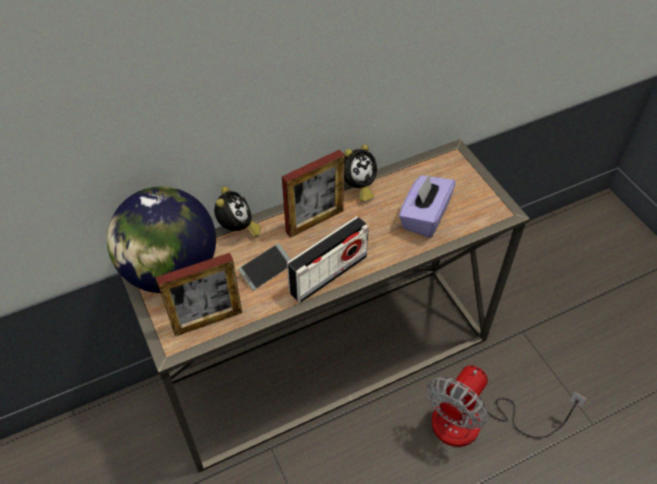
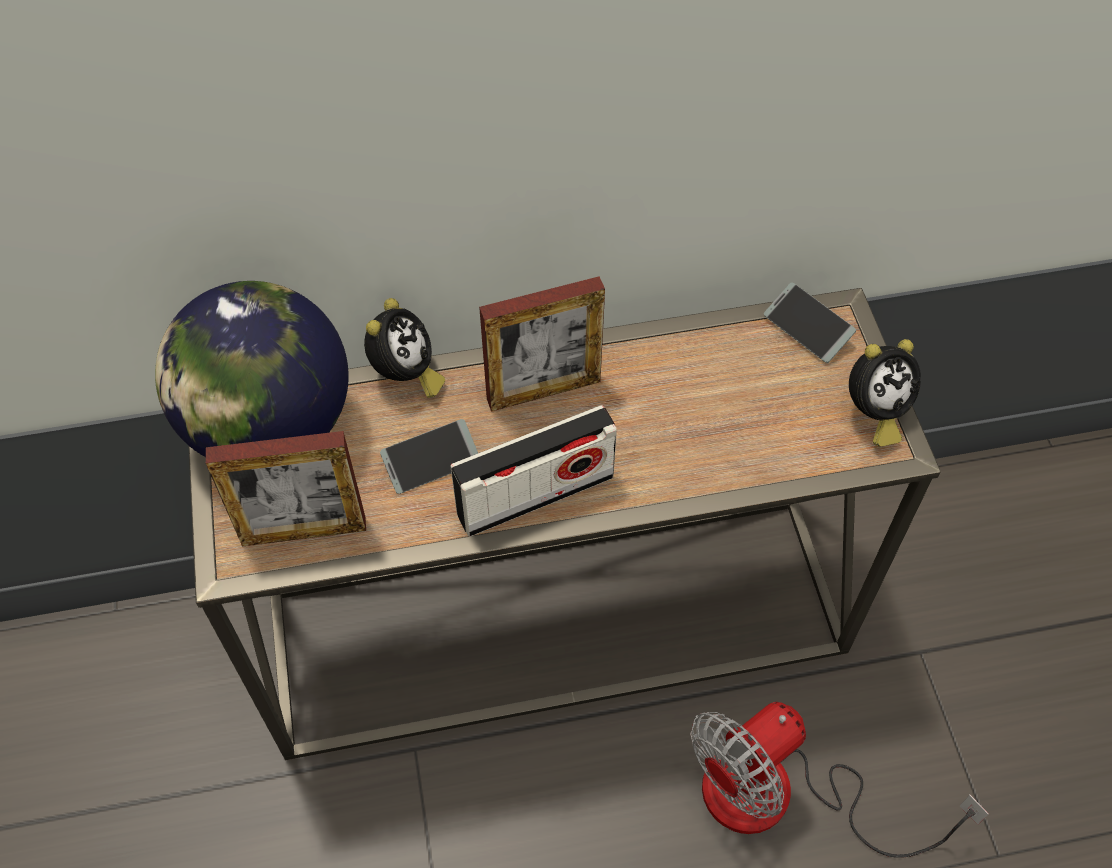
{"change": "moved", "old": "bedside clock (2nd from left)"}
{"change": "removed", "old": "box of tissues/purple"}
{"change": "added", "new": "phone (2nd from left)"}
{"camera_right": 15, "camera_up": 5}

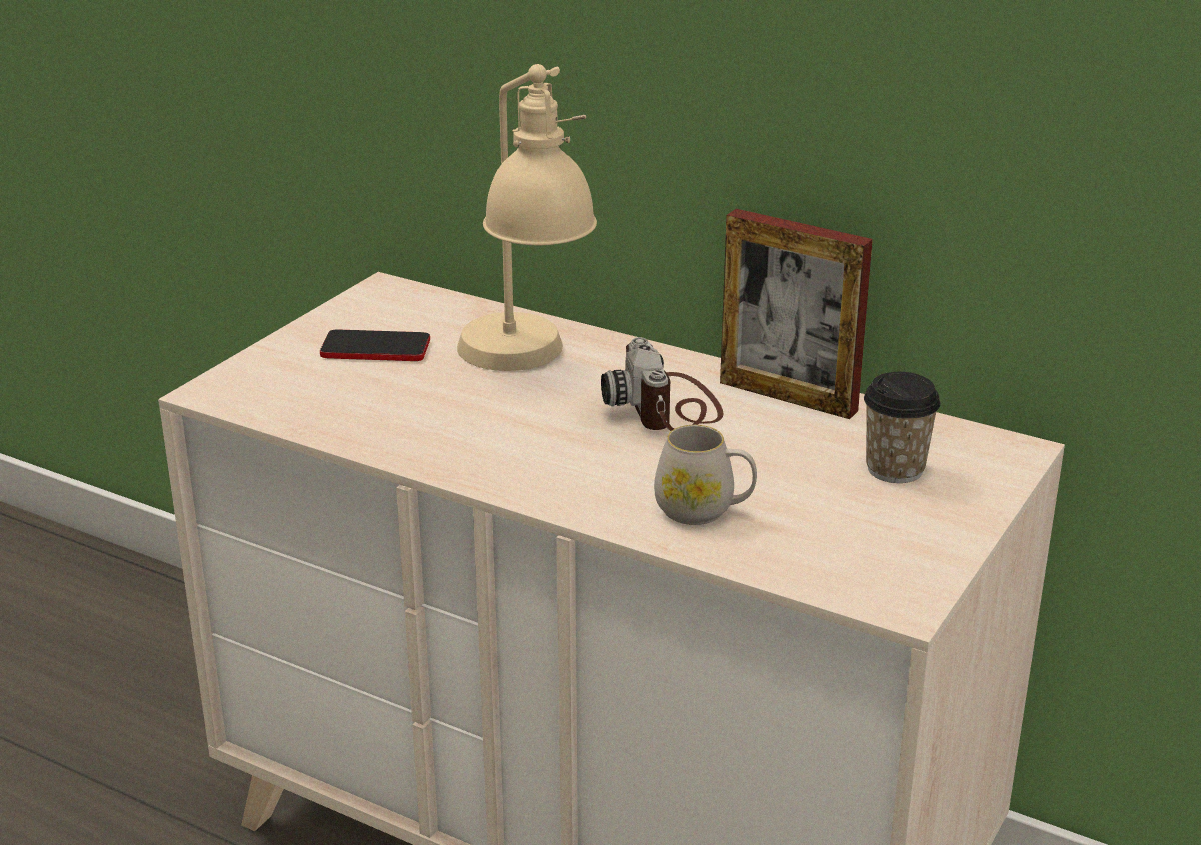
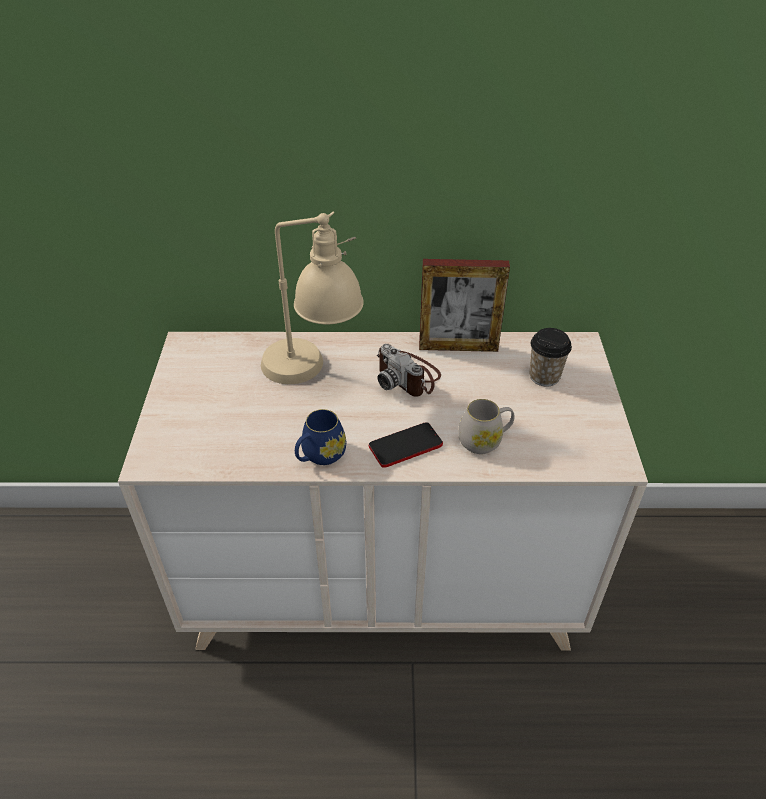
{"change": "moved", "old": "phone"}
{"change": "added", "new": "mug/bluish"}
{"camera_right": -30, "camera_up": 15}

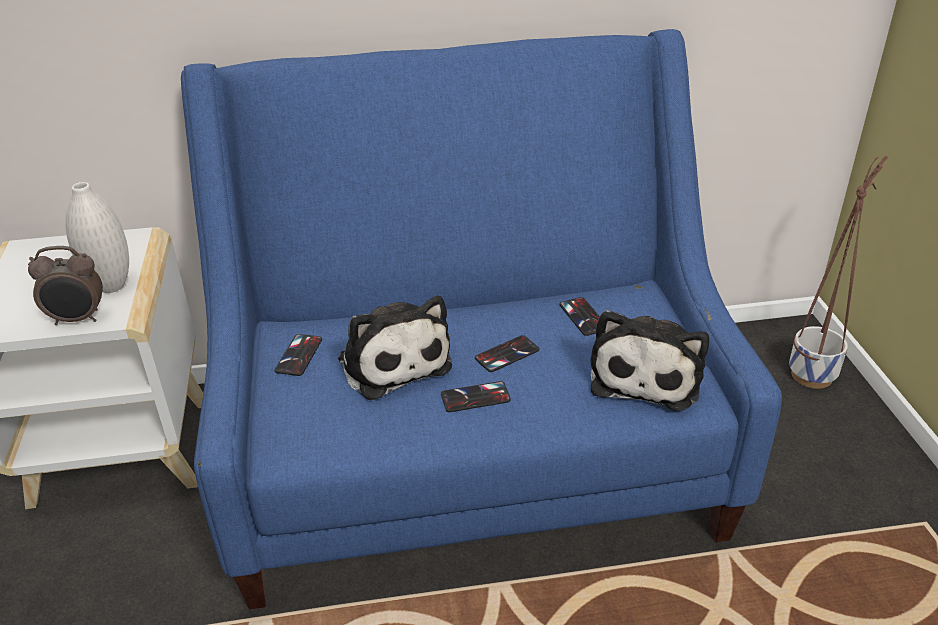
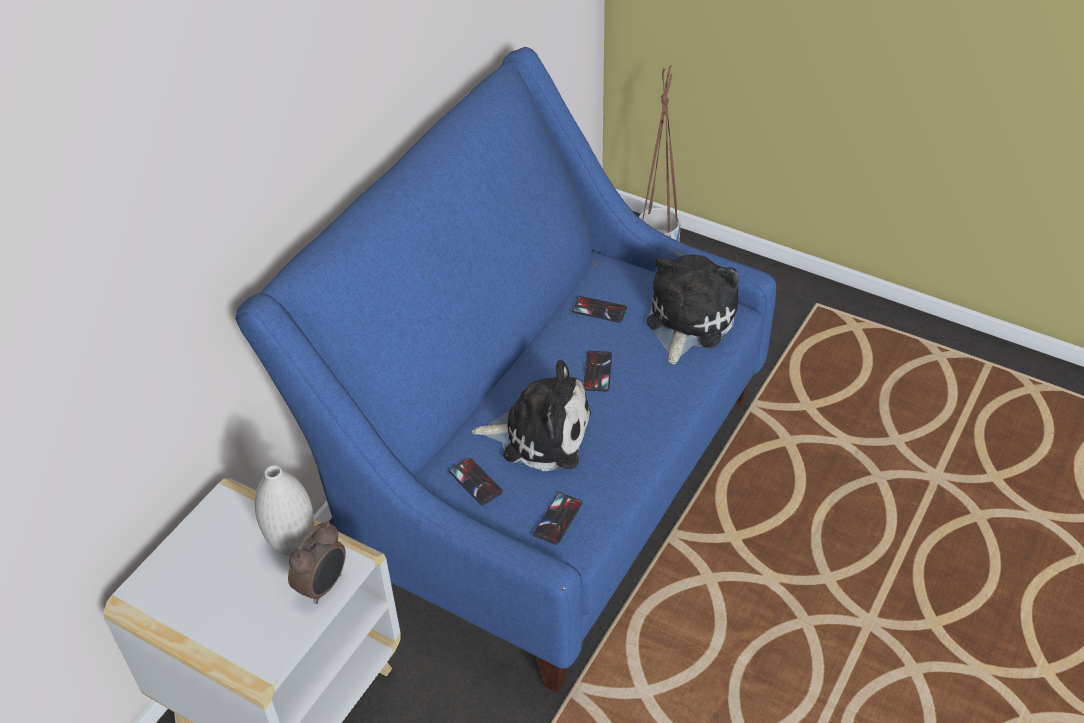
{"change": "moved", "old": "phone (2nd from left)"}
{"change": "turned", "old": "soft toy (2nd from left)", "degrees": -120}
{"camera_right": -50, "camera_up": 10}

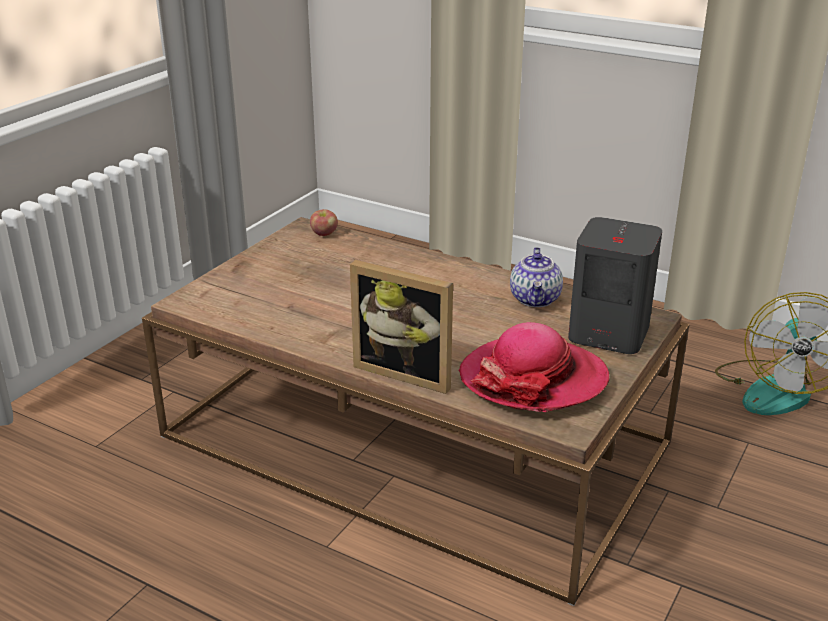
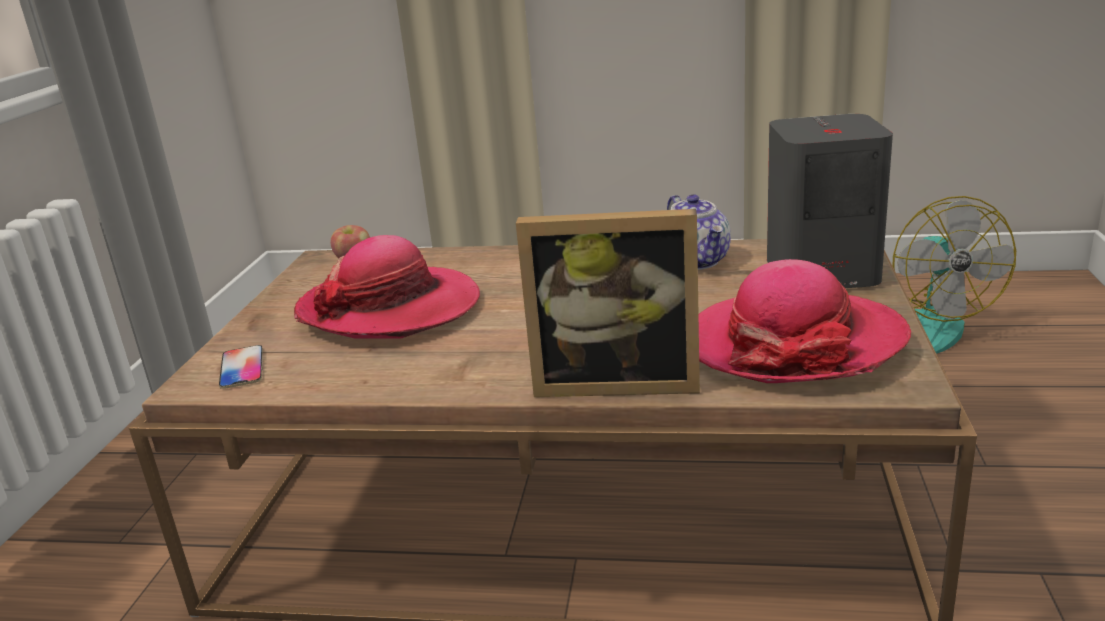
{"change": "added", "new": "phone"}
{"change": "added", "new": "clothing hat (1st from left)"}
{"camera_right": -20, "camera_up": -5}

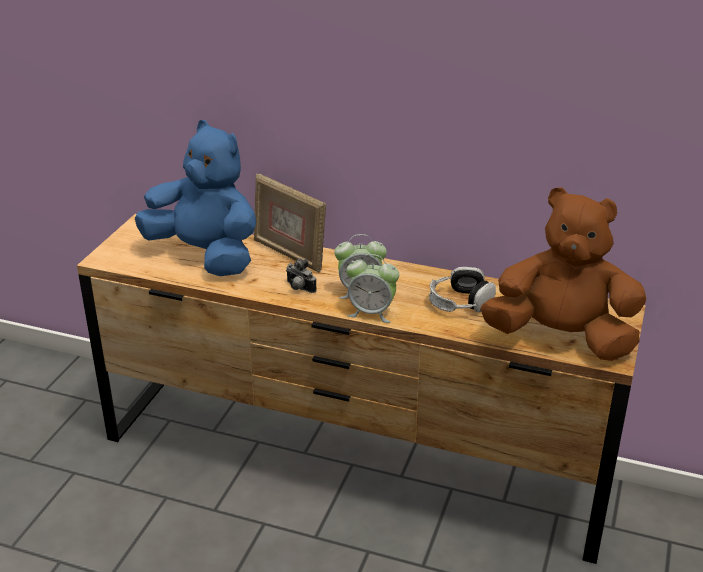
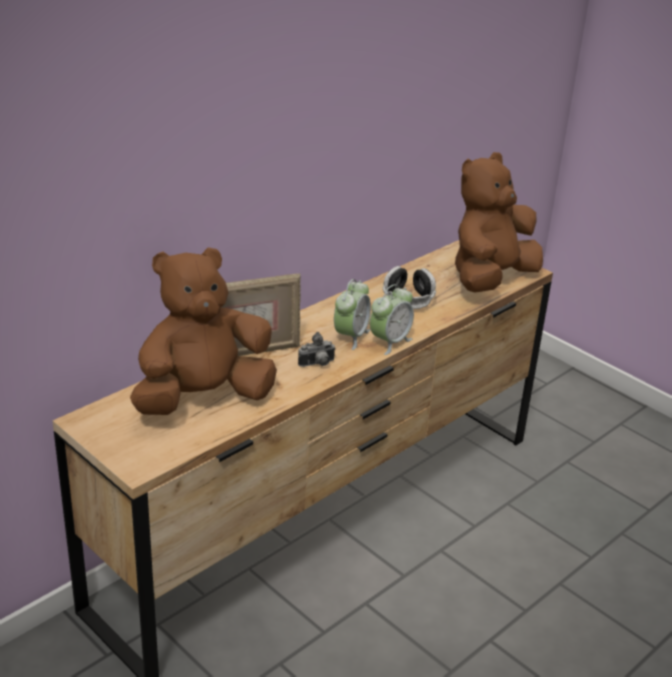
{"change": "recoloured", "old": "soft toy/bluish", "new": "soft toy/brown (1st from left)"}
{"camera_right": -65, "camera_up": 0}

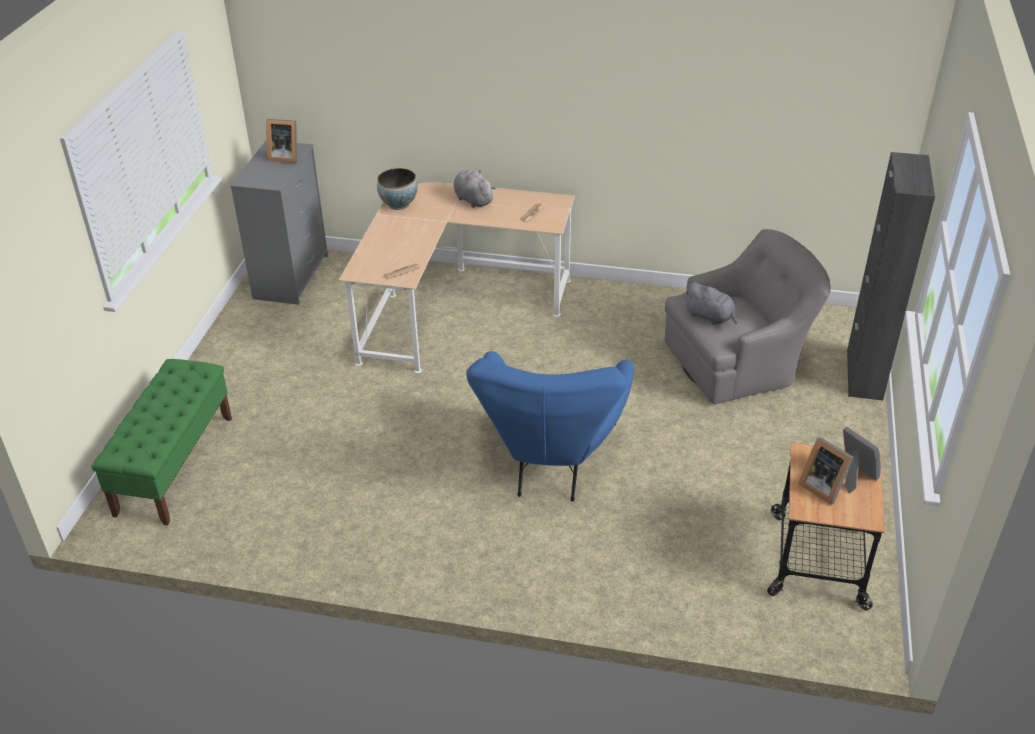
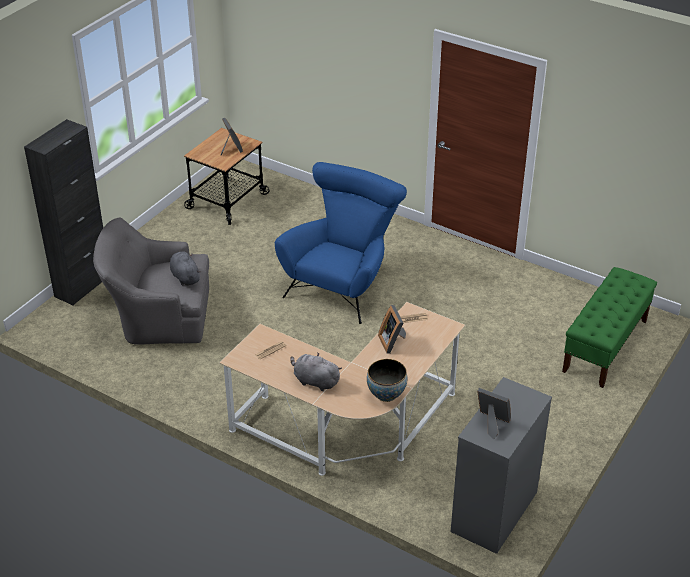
{"change": "turned", "old": "soft toy/greyish (1st from left in the first image)", "degrees": 135}
{"change": "moved", "old": "photo frame (3rd from left in the first image)", "new": "photo frame (2nd from left)"}
{"camera_right": -160, "camera_up": 0}

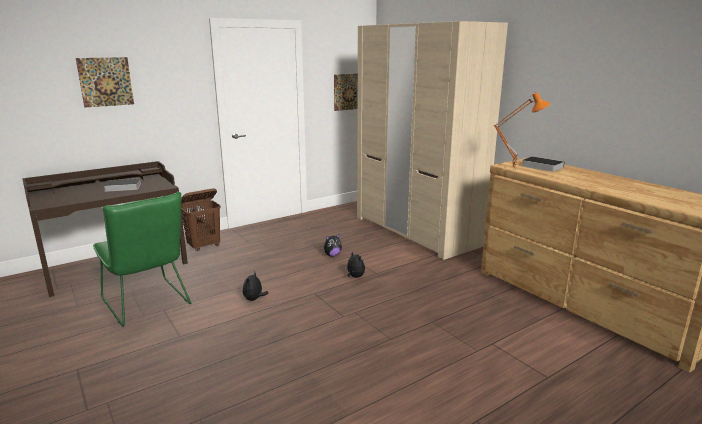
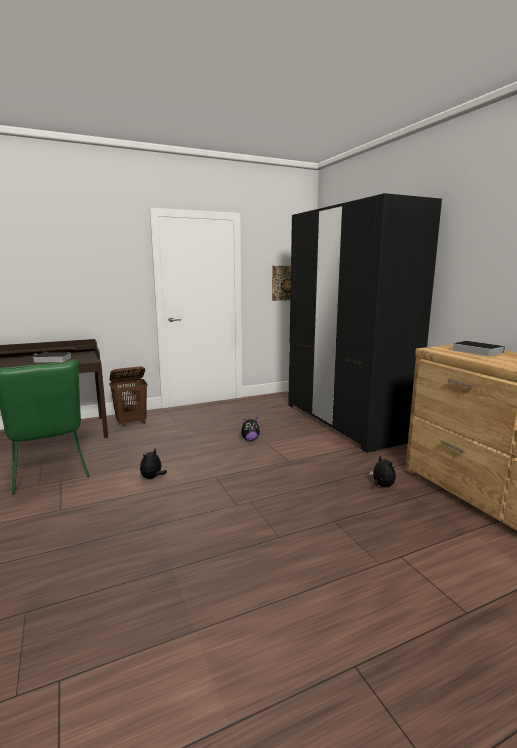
{"change": "removed", "old": "wall art (1st from left)"}
{"change": "moved", "old": "soft toy (3rd from left)"}
{"change": "recoloured", "old": "armoire/sand-coloured", "new": "armoire/black-coloured"}
{"change": "removed", "old": "tabletop lamp/orange"}
{"camera_right": 10, "camera_up": -5}

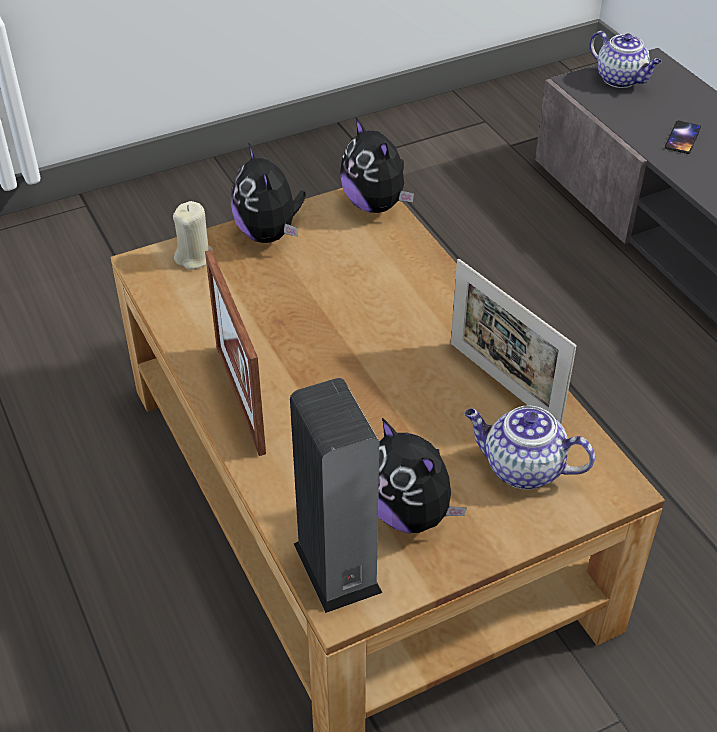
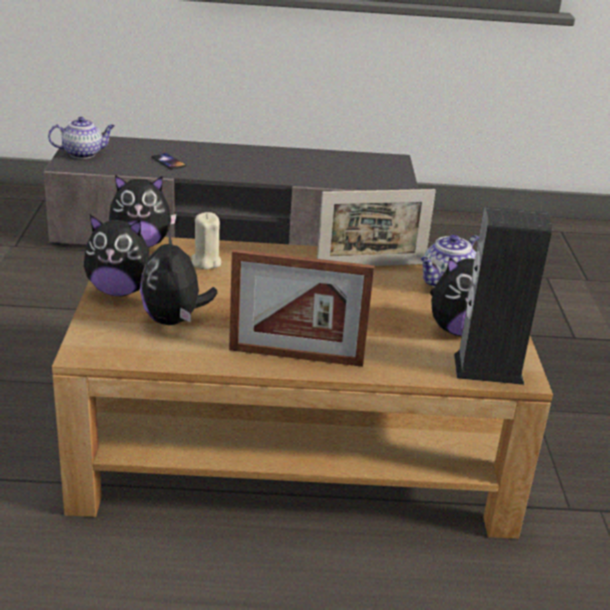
{"change": "moved", "old": "wax light/sand-coloured"}
{"change": "added", "new": "soft toy (3rd from left)"}
{"camera_right": -65, "camera_up": -15}

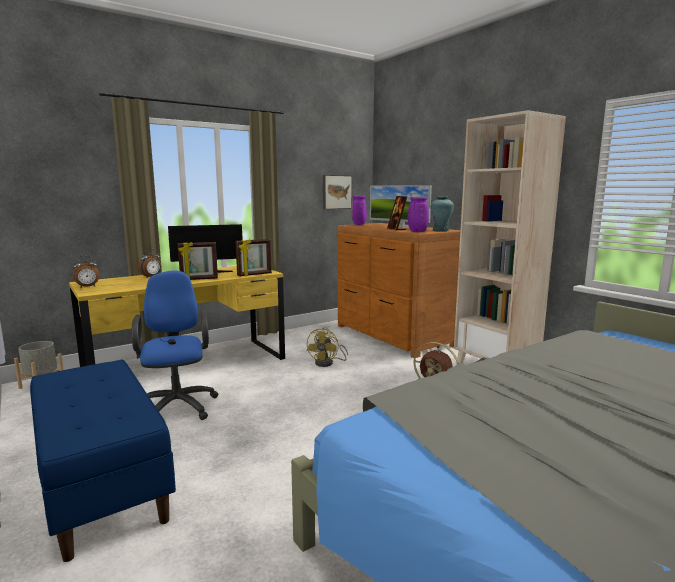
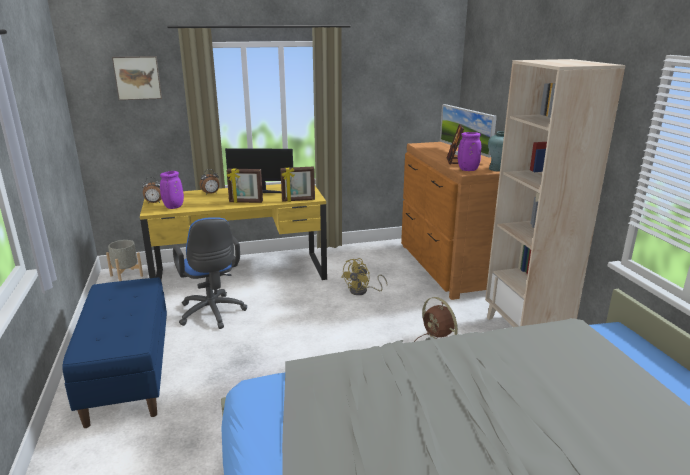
{"change": "turned", "old": "office chair/bluish", "degrees": 150}
{"change": "moved", "old": "wall art"}
{"change": "moved", "old": "vase/purple (1st from left)"}
{"camera_right": 20, "camera_up": 10}

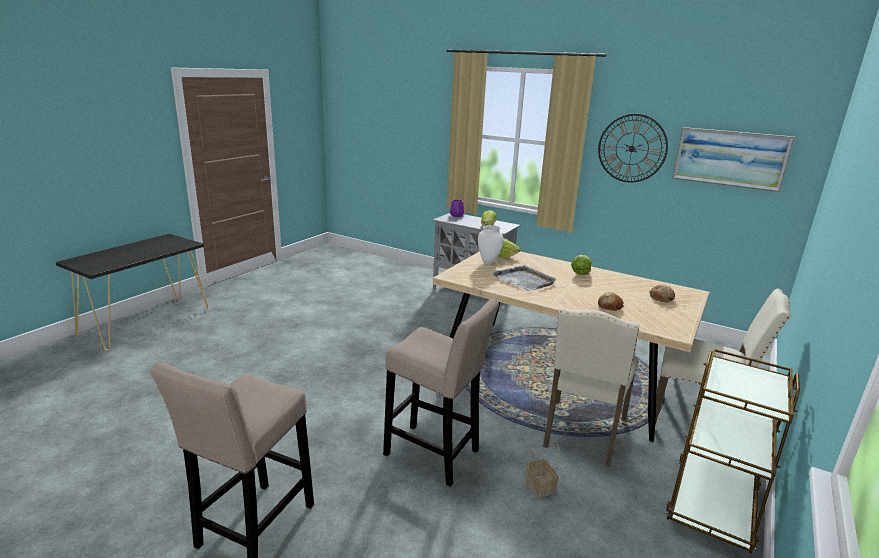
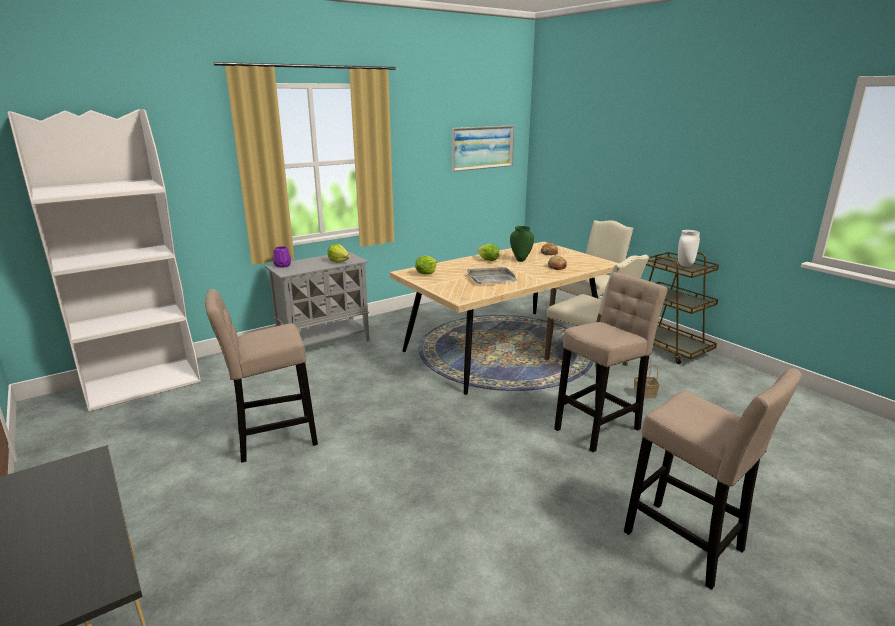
{"change": "moved", "old": "vase/whitish"}
{"change": "removed", "old": "wall clock"}
{"change": "added", "new": "shelving unit/whitish"}
{"change": "added", "new": "sitting stool/sand-coloured (1st from left)"}
{"change": "added", "new": "vase/greenish"}
{"camera_right": -65, "camera_up": 0}

